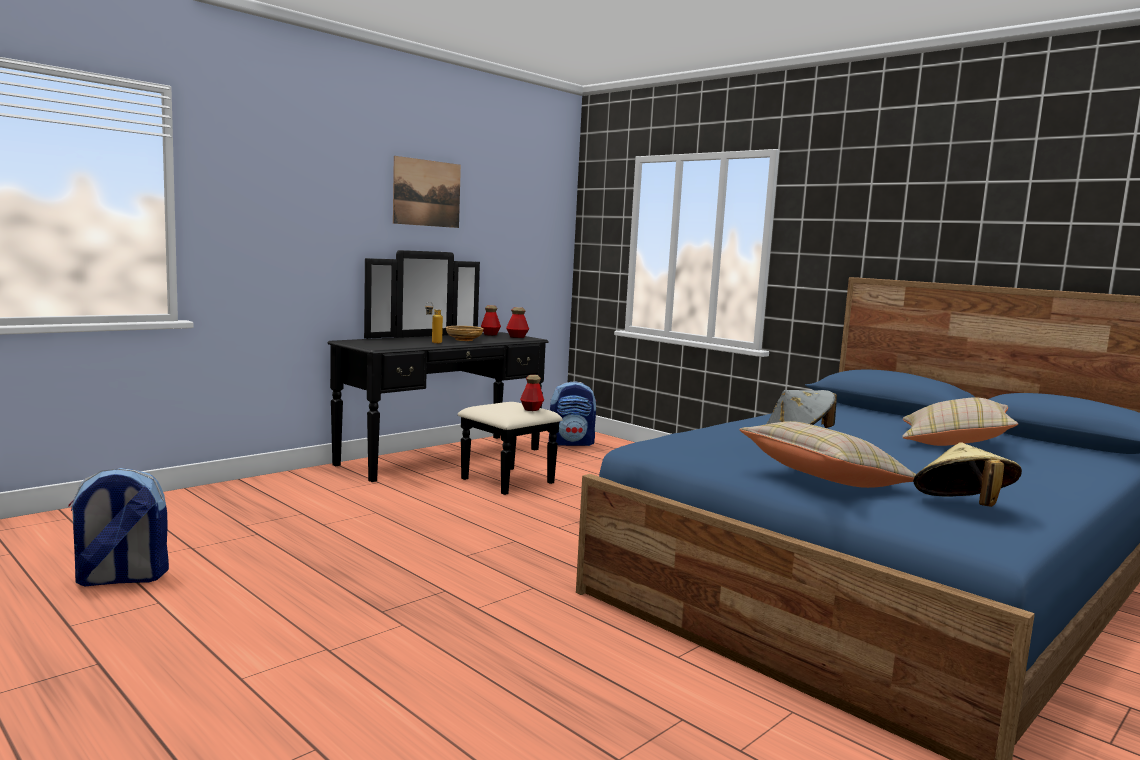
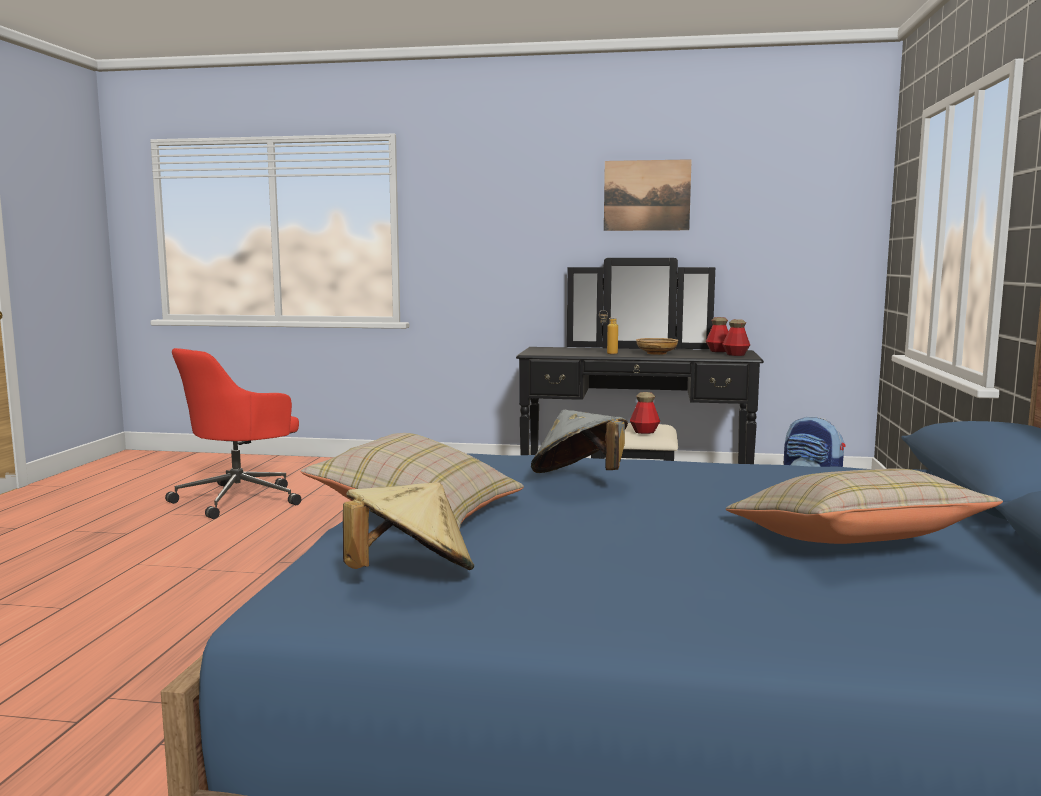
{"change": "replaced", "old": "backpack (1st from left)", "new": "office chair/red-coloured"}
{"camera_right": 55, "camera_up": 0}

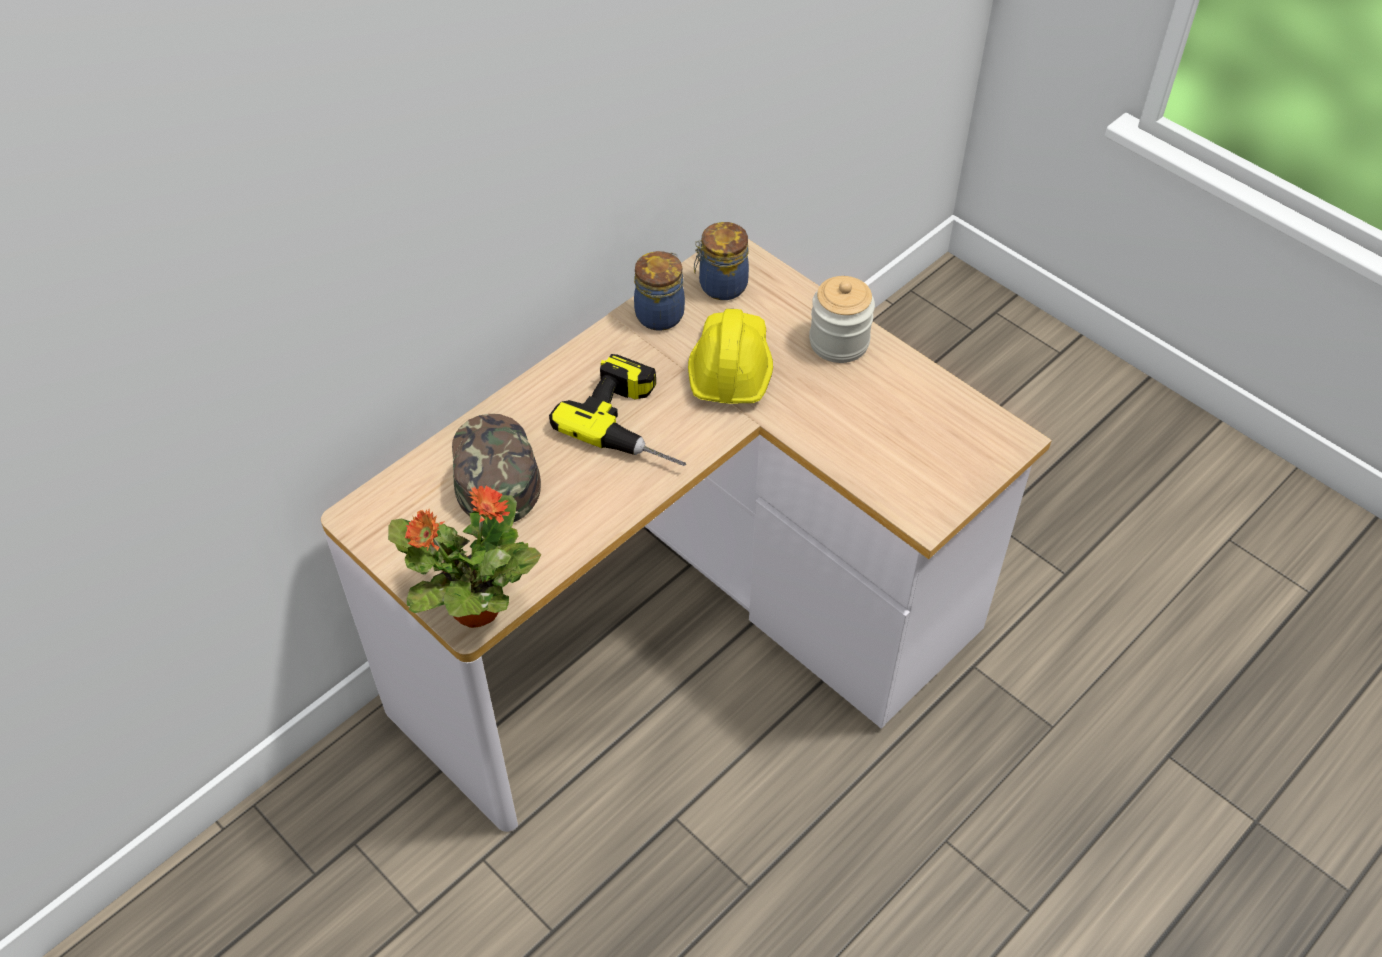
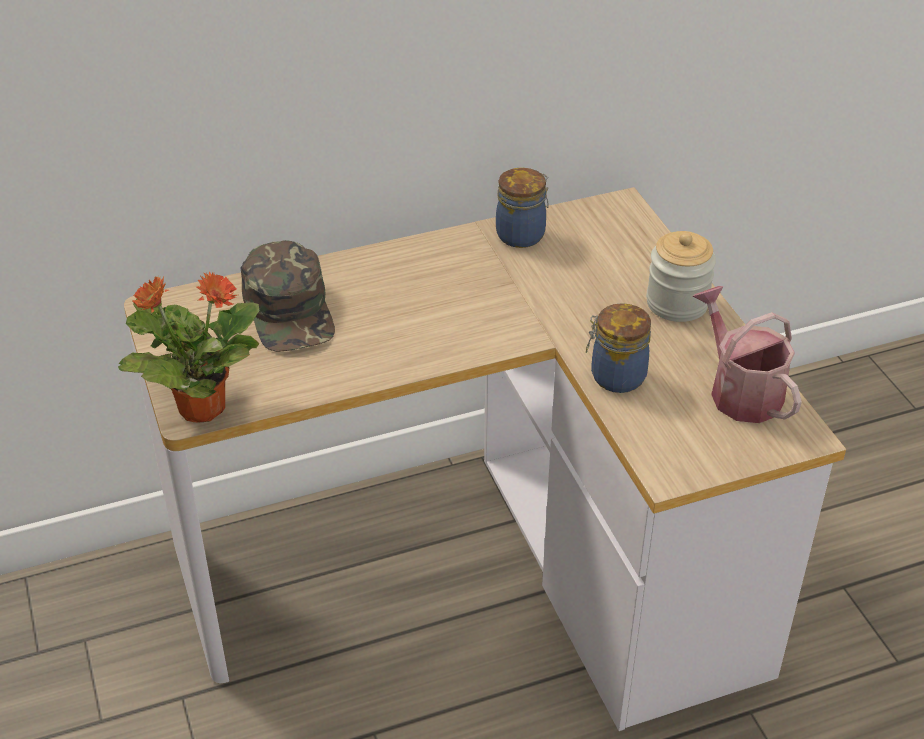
{"change": "turned", "old": "cap/greenish", "degrees": 150}
{"change": "removed", "old": "drill"}
{"change": "removed", "old": "work helmet/yellowish"}
{"change": "moved", "old": "jar (2nd from left)"}
{"change": "added", "new": "watering pot"}
{"camera_right": 25, "camera_up": -10}

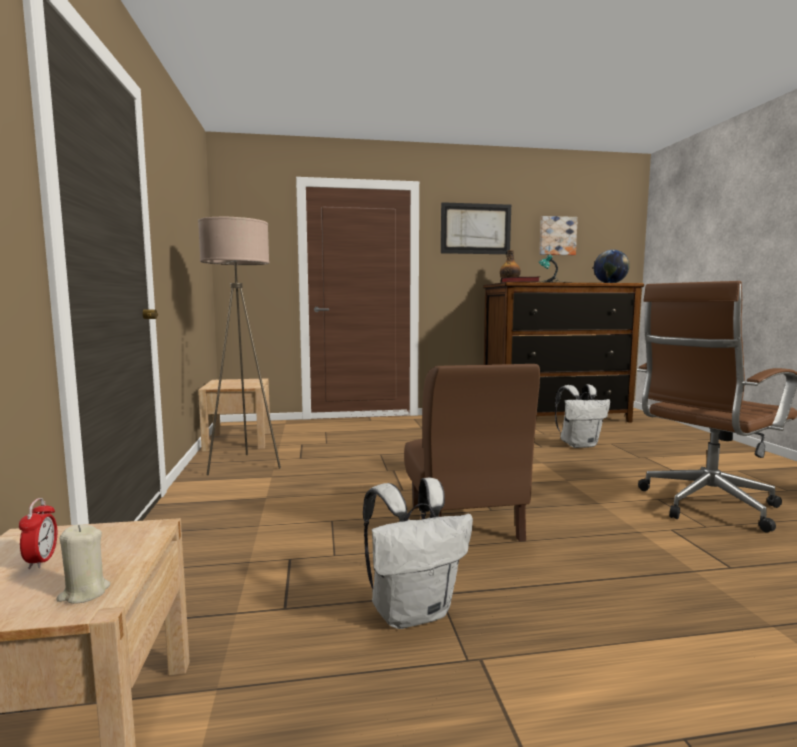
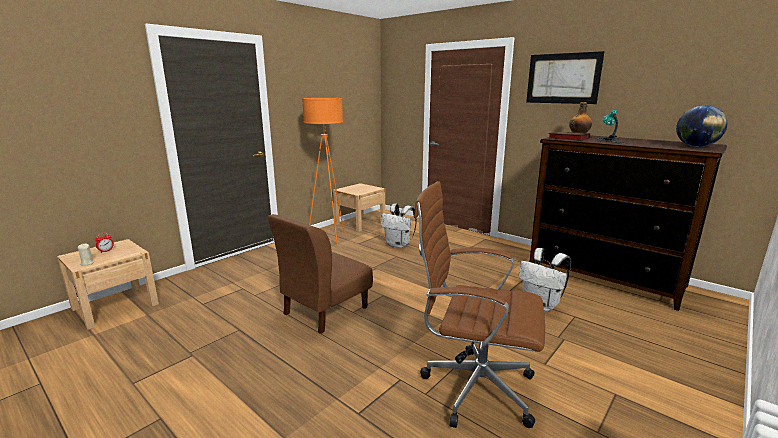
{"change": "recoloured", "old": "floor lamp/sand-coloured", "new": "floor lamp/orange"}
{"change": "moved", "old": "backpack/whitish (1st from left)"}
{"change": "removed", "old": "wall art (2nd from left)"}
{"camera_right": 50, "camera_up": 10}

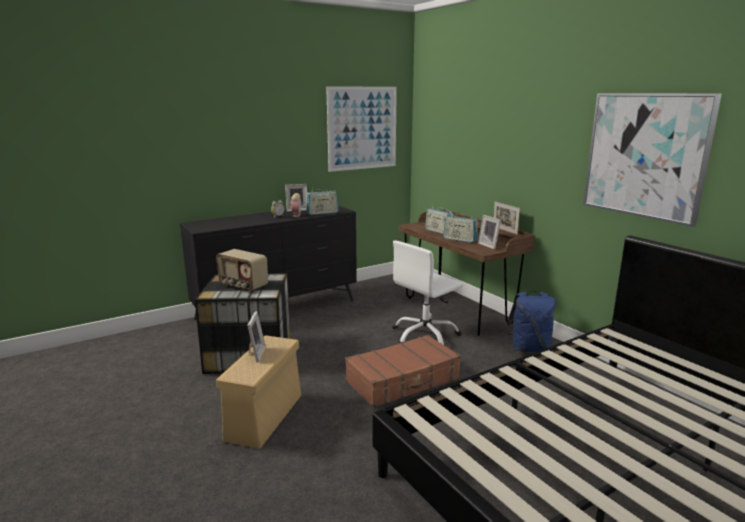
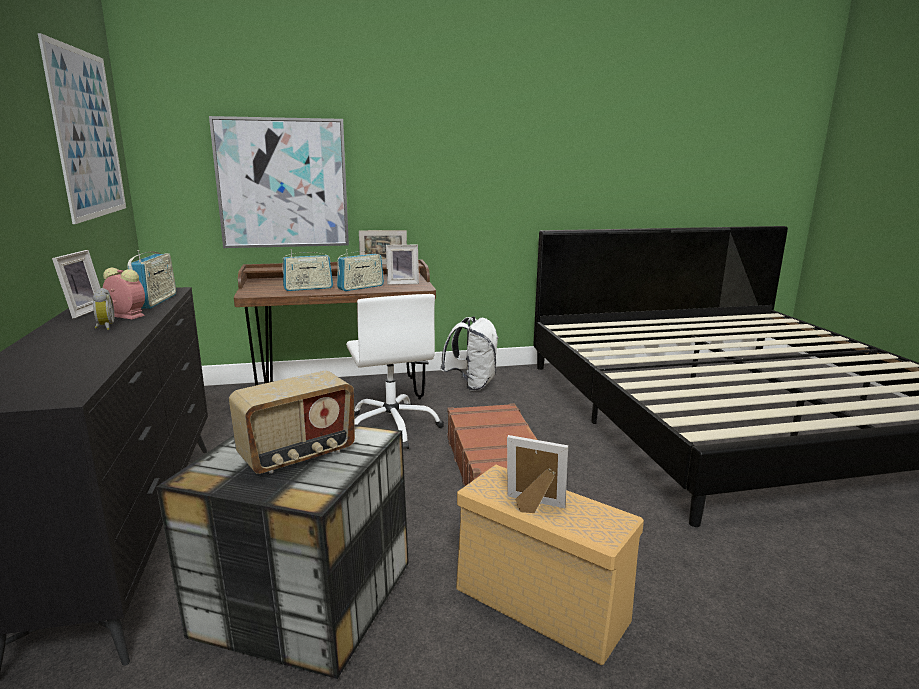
{"change": "recoloured", "old": "backpack/bluish", "new": "backpack/whitish"}
{"change": "moved", "old": "wall art (2nd from left)"}
{"camera_right": -70, "camera_up": 0}

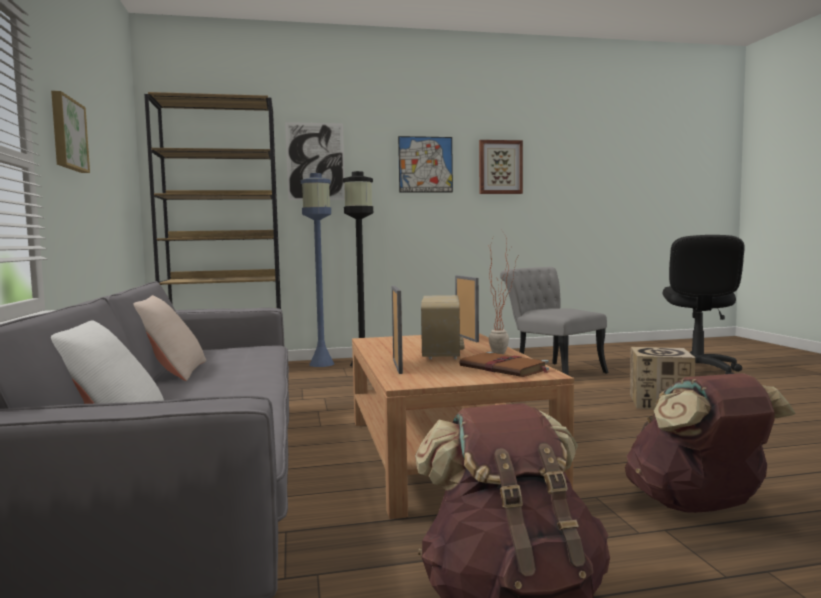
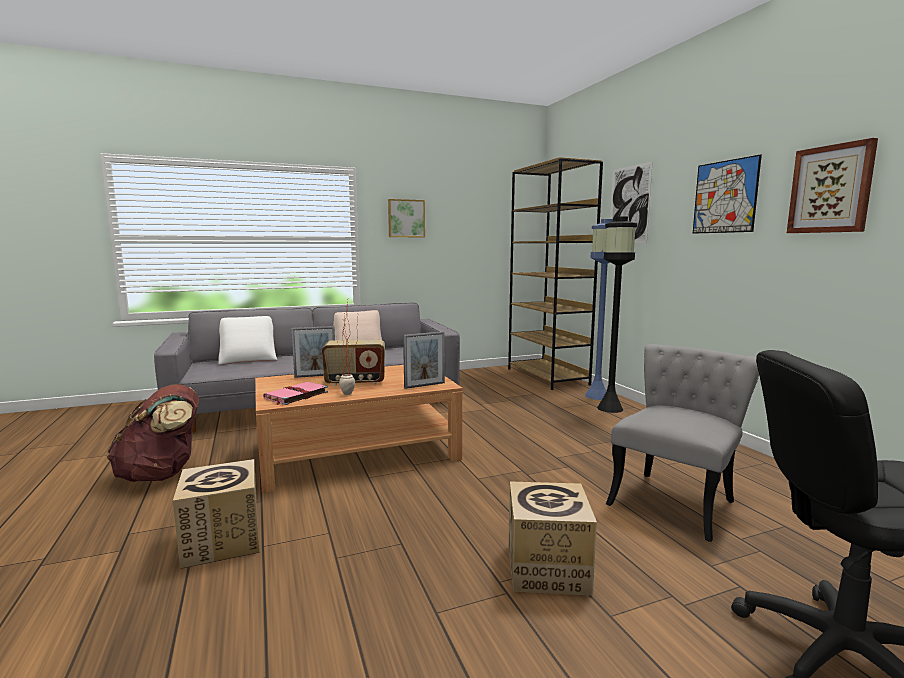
{"change": "recoloured", "old": "book/brown", "new": "book/pink-coloured"}
{"change": "replaced", "old": "backpack/brown (2nd from left)", "new": "packing box (1st from left)"}
{"camera_right": 80, "camera_up": 5}

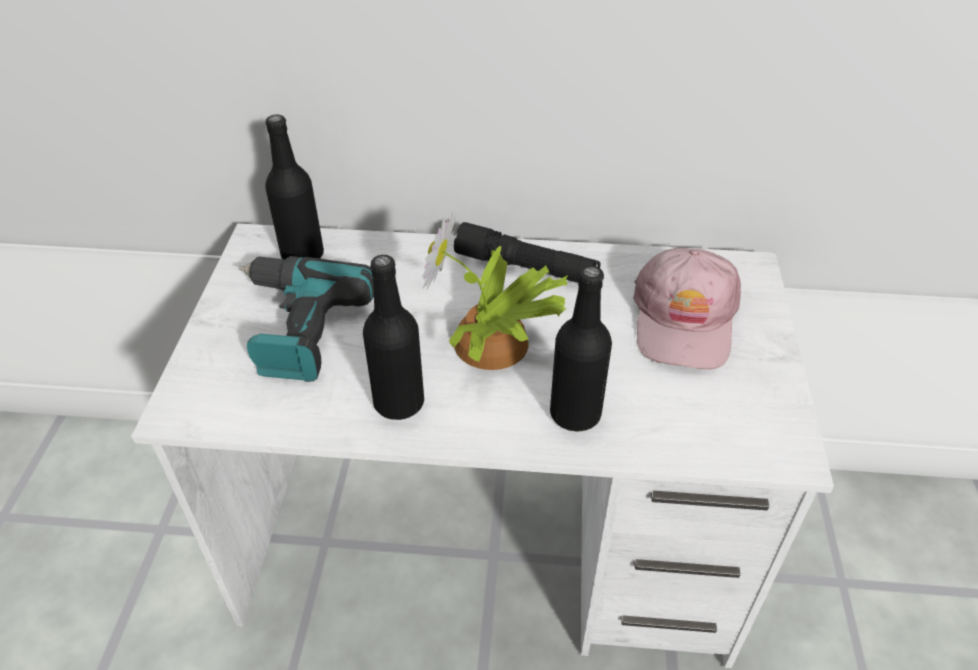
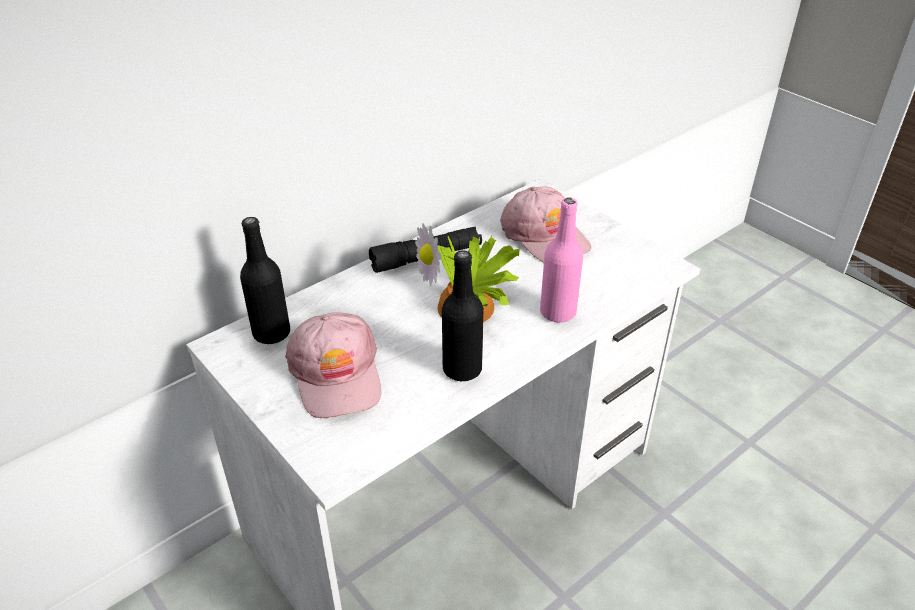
{"change": "replaced", "old": "drill", "new": "cap/pink-coloured (1st from left)"}
{"change": "recoloured", "old": "bottle/black-coloured (3rd from left)", "new": "bottle/pink-coloured"}
{"camera_right": -45, "camera_up": -5}

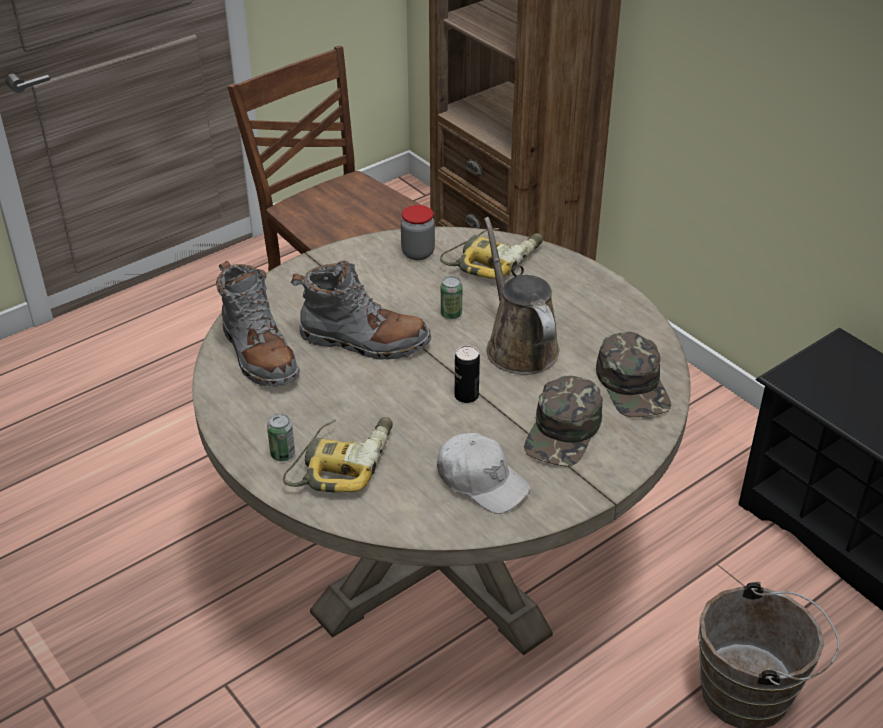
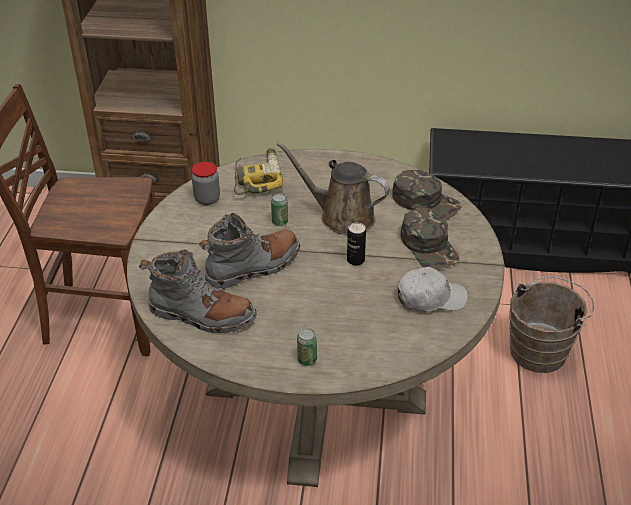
{"change": "removed", "old": "drill (1st from left)"}
{"camera_right": -45, "camera_up": 0}

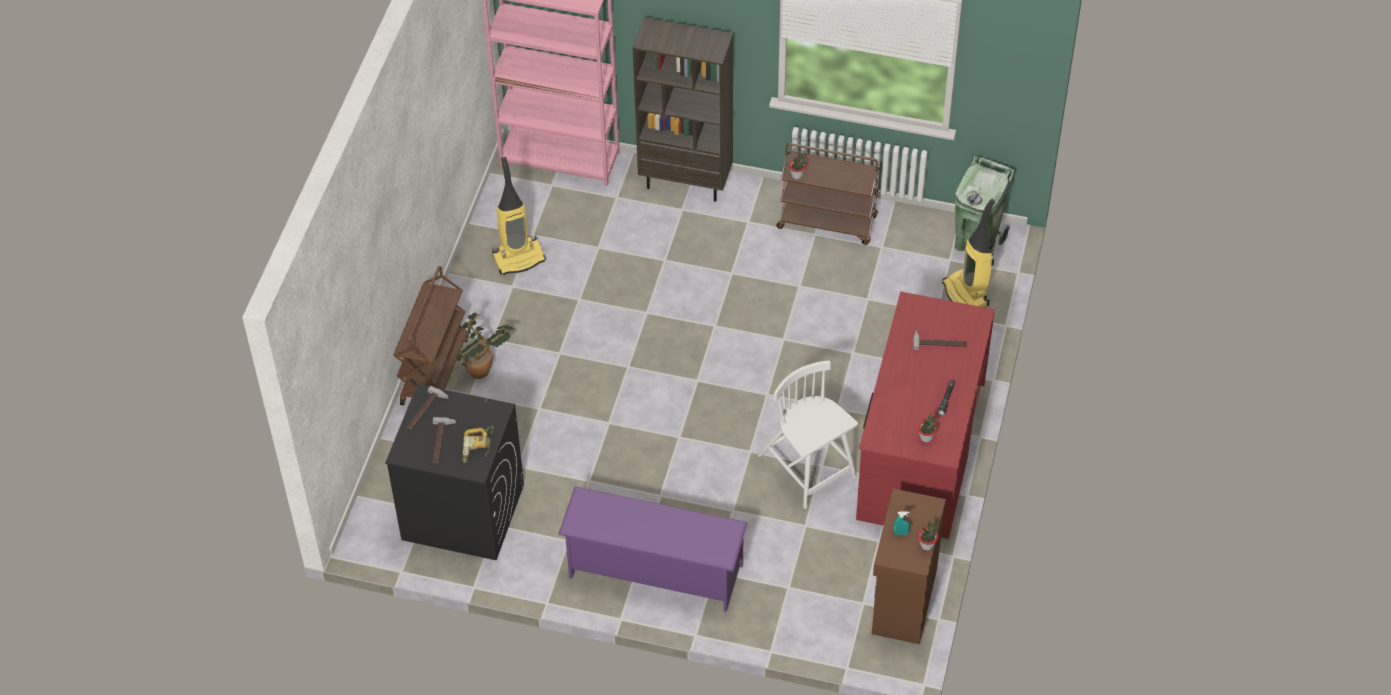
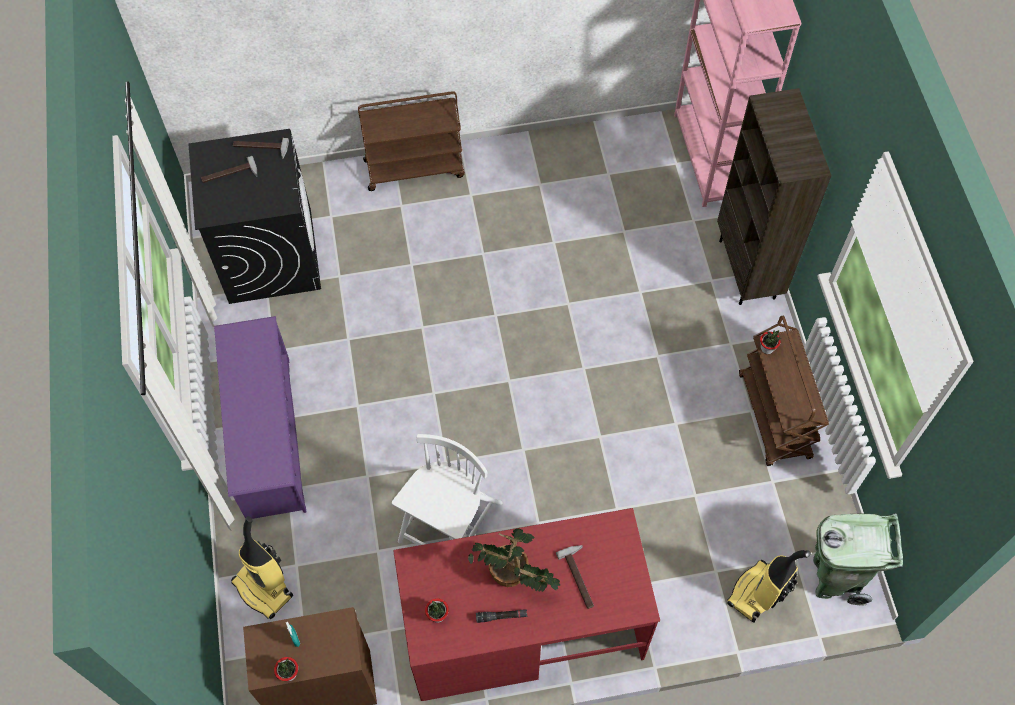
{"change": "moved", "old": "potted plant (1st from left in the first image)", "new": "potted plant (3rd from left)"}
{"change": "removed", "old": "drill"}
{"change": "moved", "old": "vacuum (1st from left)"}
{"camera_right": 65, "camera_up": 10}

